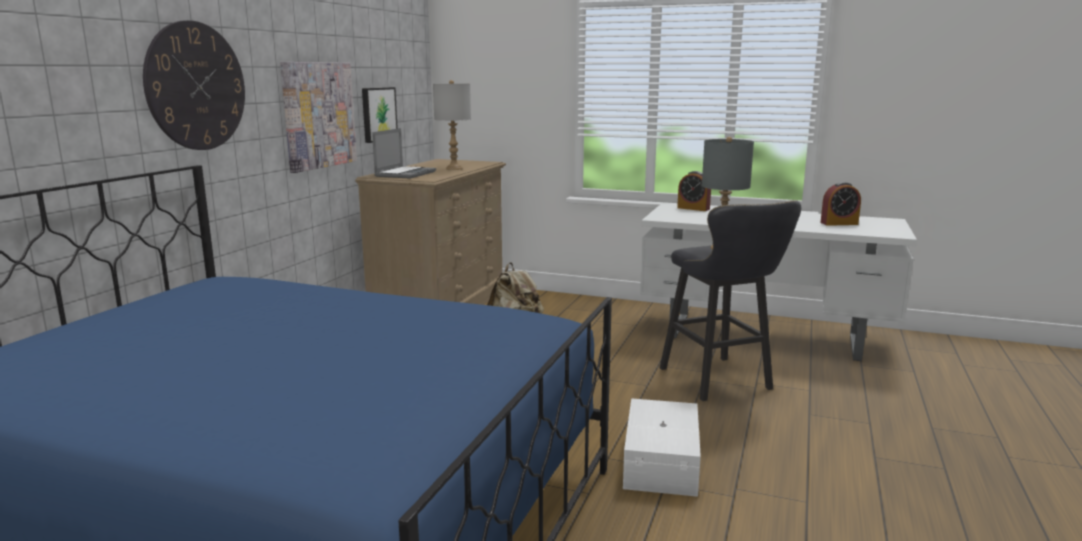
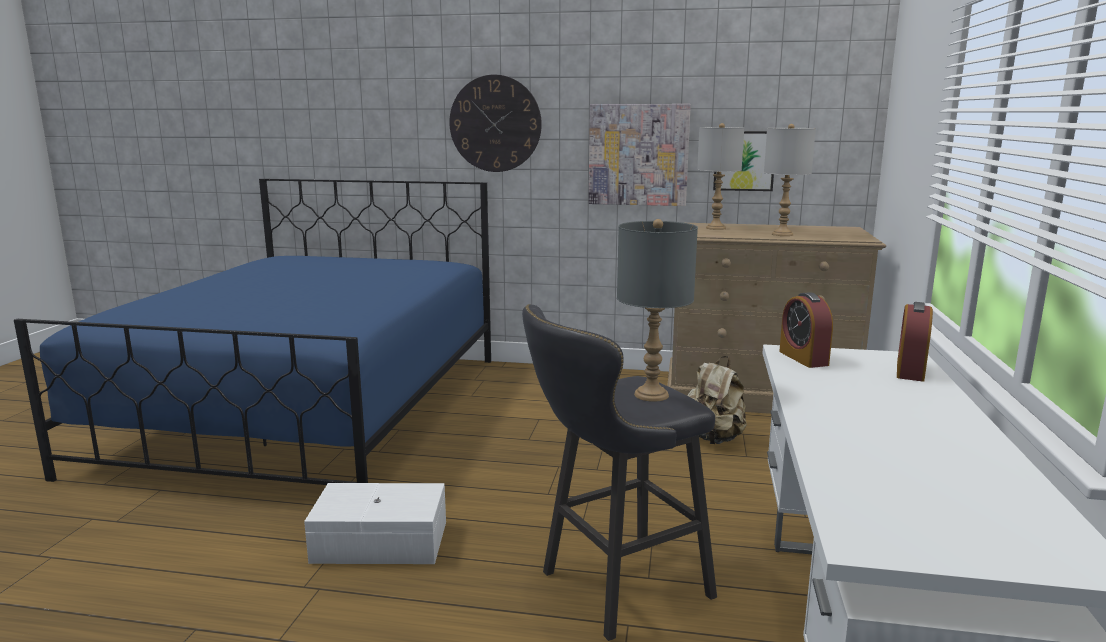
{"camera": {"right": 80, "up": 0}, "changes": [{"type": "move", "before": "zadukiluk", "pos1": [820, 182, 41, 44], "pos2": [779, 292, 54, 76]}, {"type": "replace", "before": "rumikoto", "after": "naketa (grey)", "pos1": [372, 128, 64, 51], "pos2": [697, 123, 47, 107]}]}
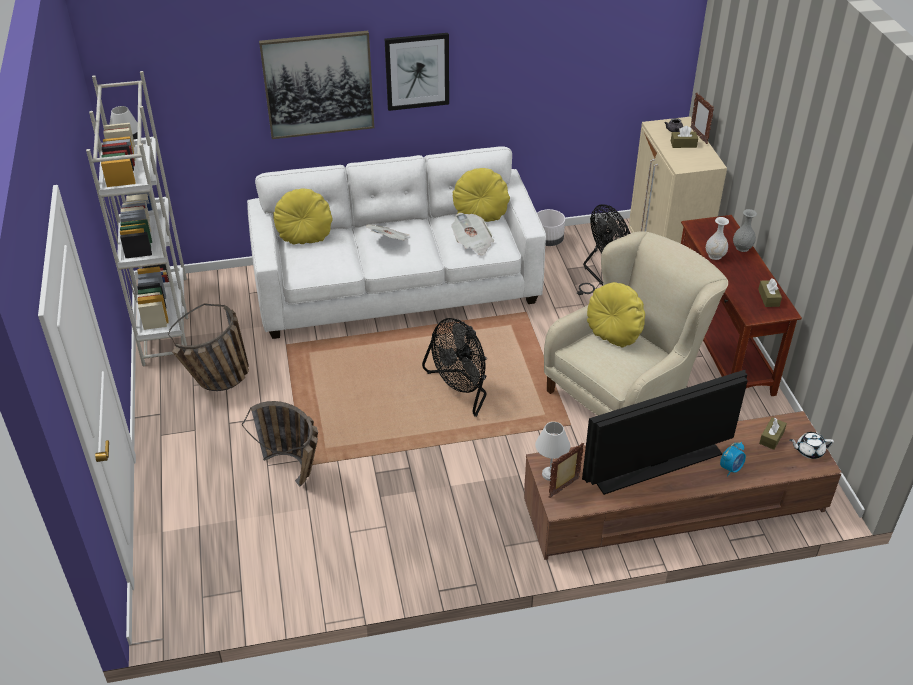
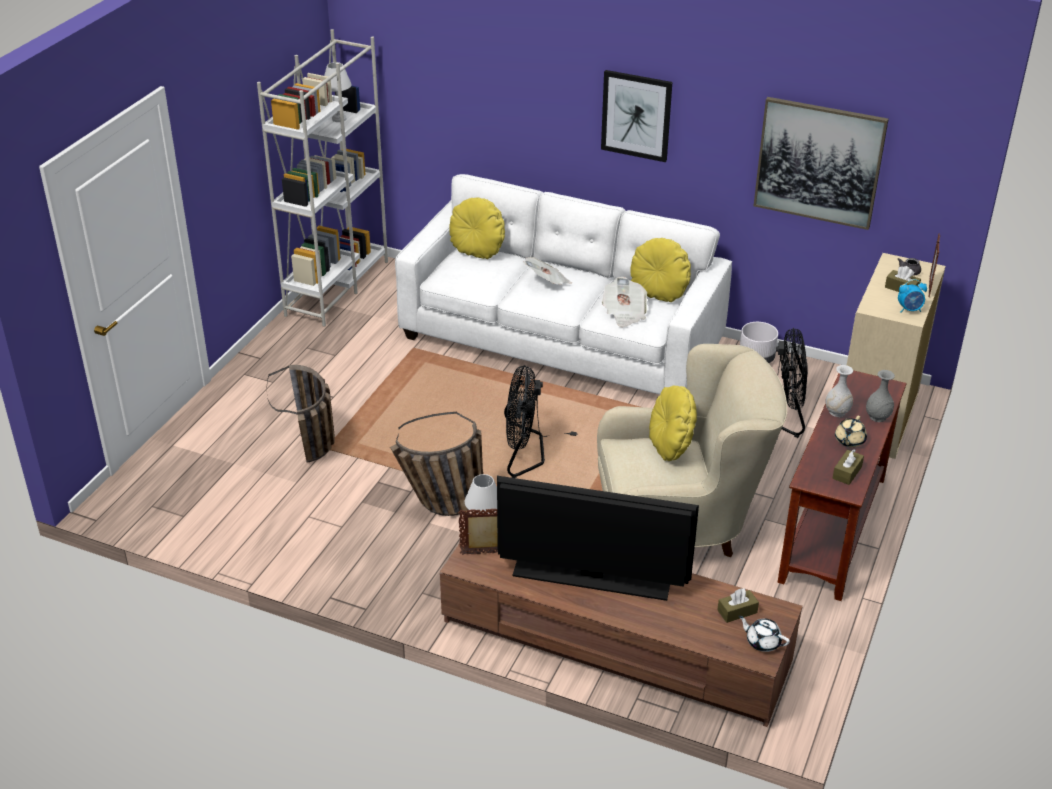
{"camera": {"right": 35, "up": -5}, "changes": [{"type": "insert", "after": "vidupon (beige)", "pos2": [835, 416, 32, 31]}, {"type": "move", "before": "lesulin", "pos1": [168, 303, 81, 88], "pos2": [390, 412, 93, 104]}, {"type": "move", "before": "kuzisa", "pos1": [259, 31, 115, 108], "pos2": [754, 97, 135, 133]}, {"type": "move", "before": "zadukiluk", "pos1": [720, 442, 26, 34], "pos2": [898, 279, 29, 34]}]}
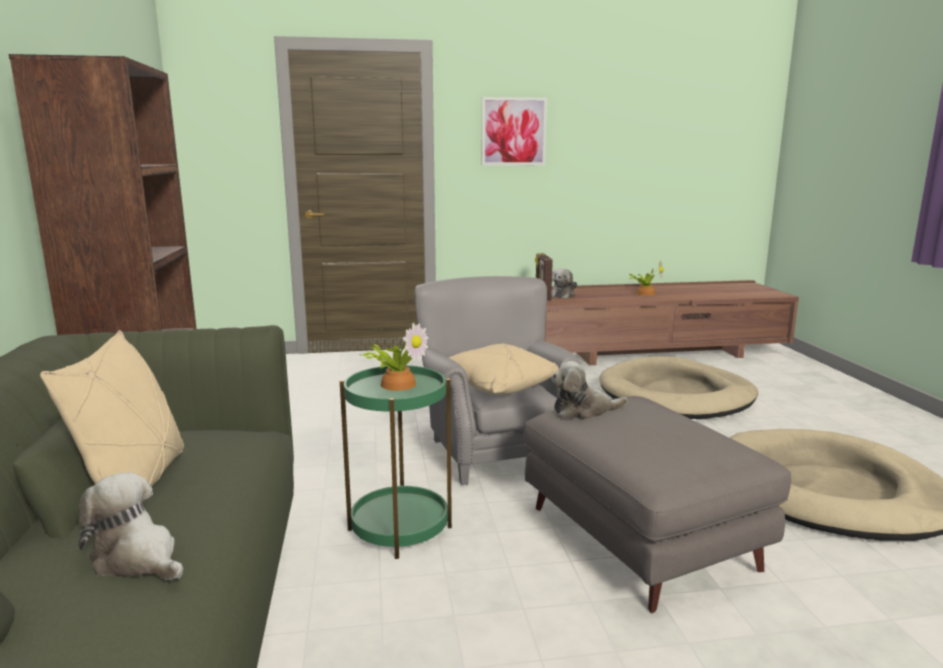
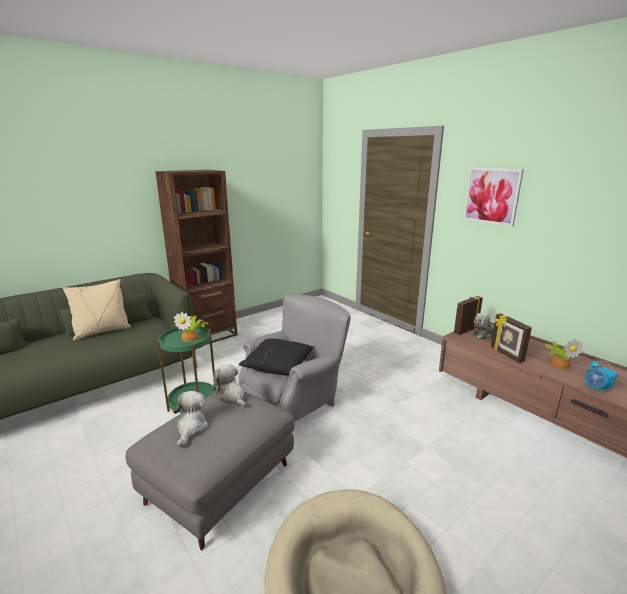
{"camera": {"right": 60, "up": 5}, "changes": [{"type": "delete", "before": "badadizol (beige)", "pos1": [599, 356, 159, 63]}, {"type": "insert", "after": "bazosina", "pos2": [491, 313, 41, 50]}, {"type": "insert", "after": "zadukiluk", "pos2": [584, 361, 33, 33]}, {"type": "move", "before": "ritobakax", "pos1": [79, 472, 104, 108], "pos2": [173, 391, 36, 56]}, {"type": "recolor", "before": "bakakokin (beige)", "after": "bakakokin (black)", "pos1": [449, 343, 110, 52], "pos2": [239, 338, 76, 37]}]}
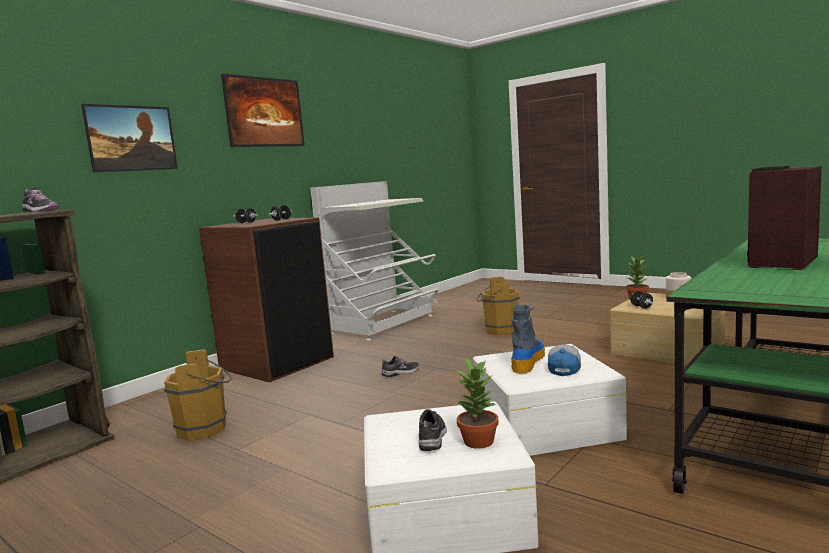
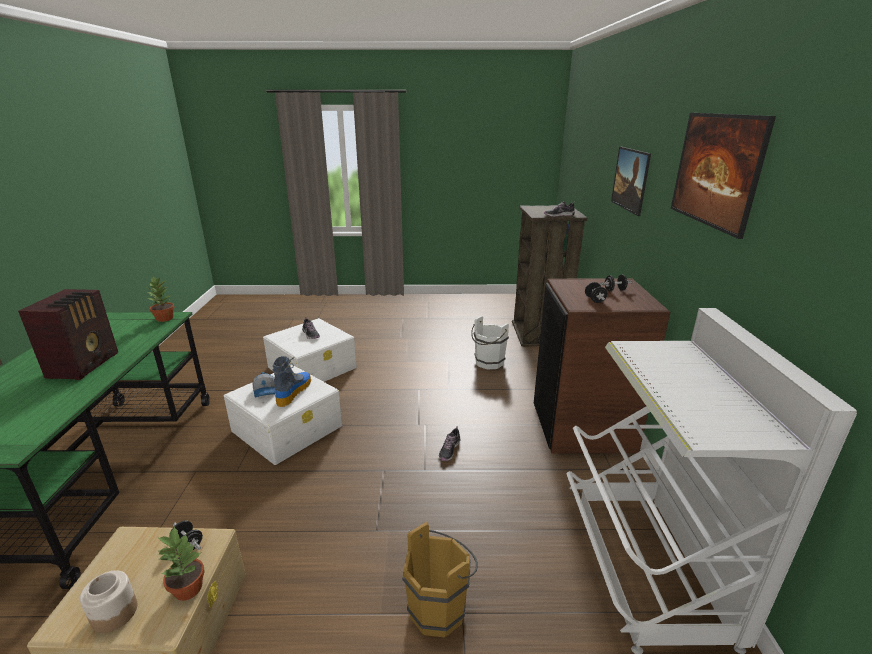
{"camera": {"right": 140, "up": 15}, "changes": [{"type": "move", "before": "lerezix", "pos1": [455, 358, 44, 91], "pos2": [148, 277, 27, 45]}, {"type": "recolor", "before": "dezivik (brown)", "after": "dezivik (white)", "pos1": [164, 349, 68, 92], "pos2": [471, 316, 38, 54]}, {"type": "rotate", "before": "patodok", "pos1": [511, 305, 34, 68], "pos2": [272, 356, 39, 51], "turn": -150}]}
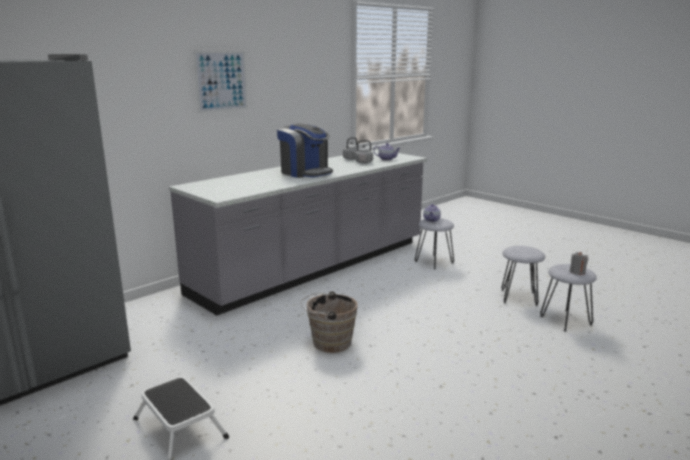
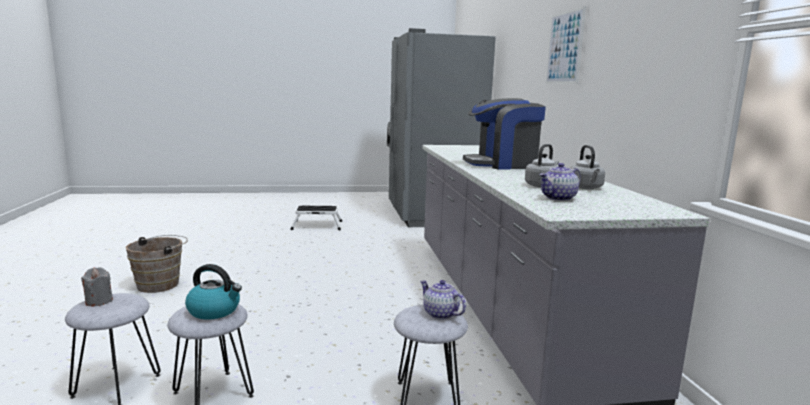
{"camera": {"right": 125, "up": -5}, "changes": [{"type": "insert", "after": "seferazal", "pos2": [185, 264, 57, 56]}, {"type": "move", "before": "dezivik (brown)", "pos1": [300, 291, 58, 62], "pos2": [126, 235, 62, 58]}]}
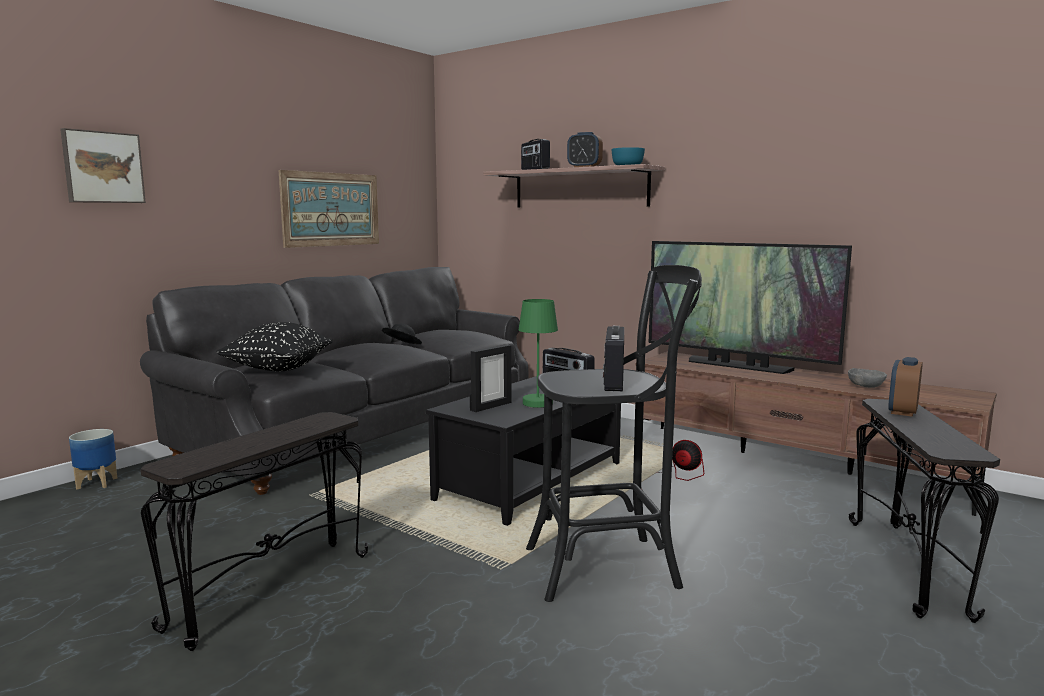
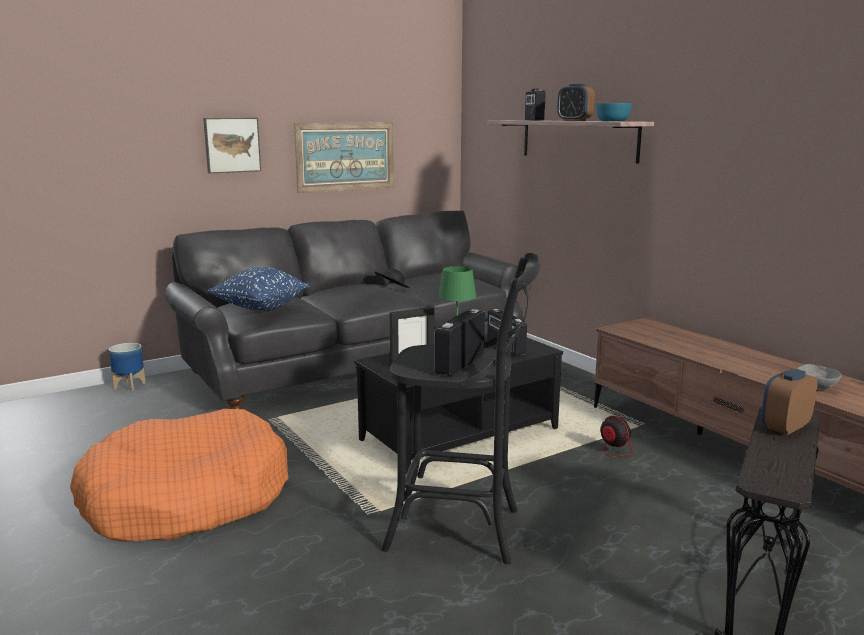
{"camera": {"right": 20, "up": 5}, "changes": [{"type": "delete", "before": "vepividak", "pos1": [649, 241, 203, 133]}, {"type": "move", "before": "kuzisa", "pos1": [60, 128, 86, 75], "pos2": [203, 118, 58, 55]}, {"type": "replace", "before": "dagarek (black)", "after": "badadizol (orange)", "pos1": [140, 412, 228, 239], "pos2": [70, 409, 218, 132]}, {"type": "recolor", "before": "bakakokin (black)", "after": "bakakokin (blue)", "pos1": [216, 322, 117, 49], "pos2": [208, 267, 101, 44]}]}
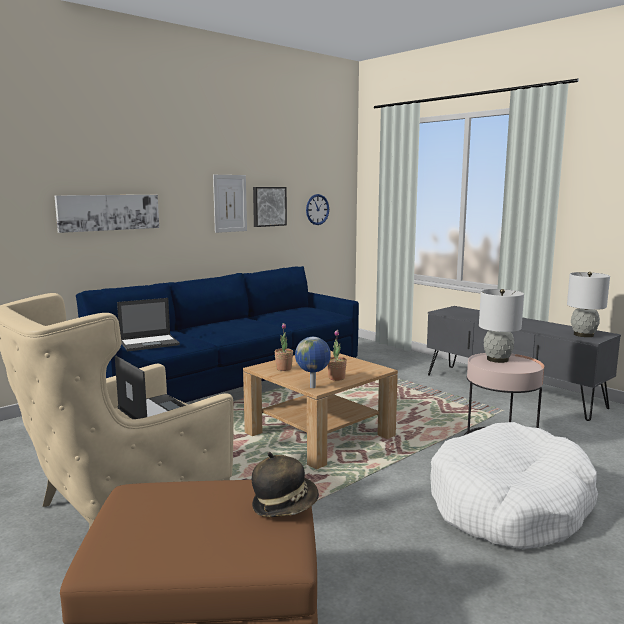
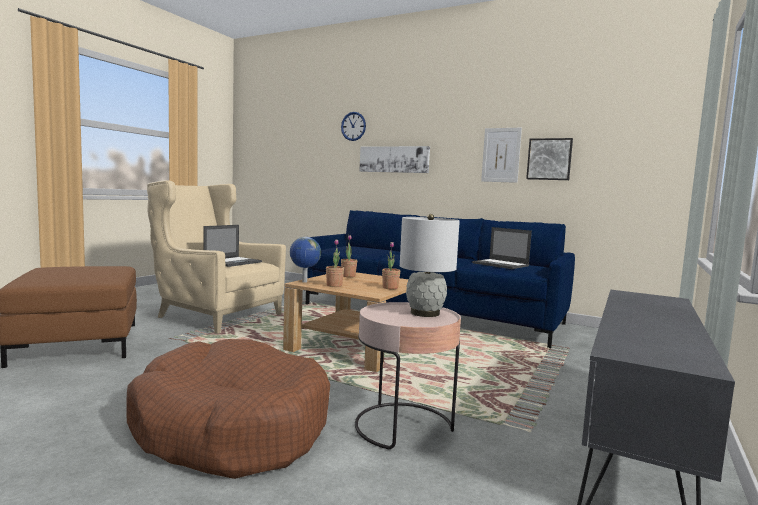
{"camera": {"right": 70, "up": -5}, "changes": [{"type": "delete", "before": "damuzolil", "pos1": [252, 452, 67, 65]}, {"type": "delete", "before": "naketa (white)", "pos1": [567, 272, 43, 65]}, {"type": "insert", "after": "lerezix", "pos2": [382, 242, 19, 47]}, {"type": "move", "before": "rumikoto", "pos1": [117, 298, 63, 54], "pos2": [472, 227, 60, 42]}, {"type": "move", "before": "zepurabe", "pos1": [306, 194, 23, 31], "pos2": [341, 112, 25, 29]}, {"type": "recolor", "before": "badadizol (white)", "after": "badadizol (brown)", "pos1": [430, 422, 168, 127], "pos2": [126, 339, 204, 140]}]}
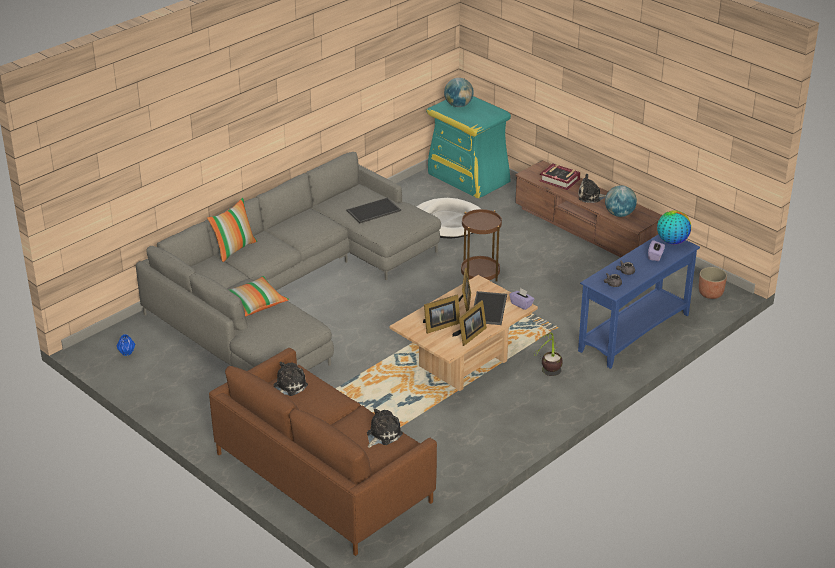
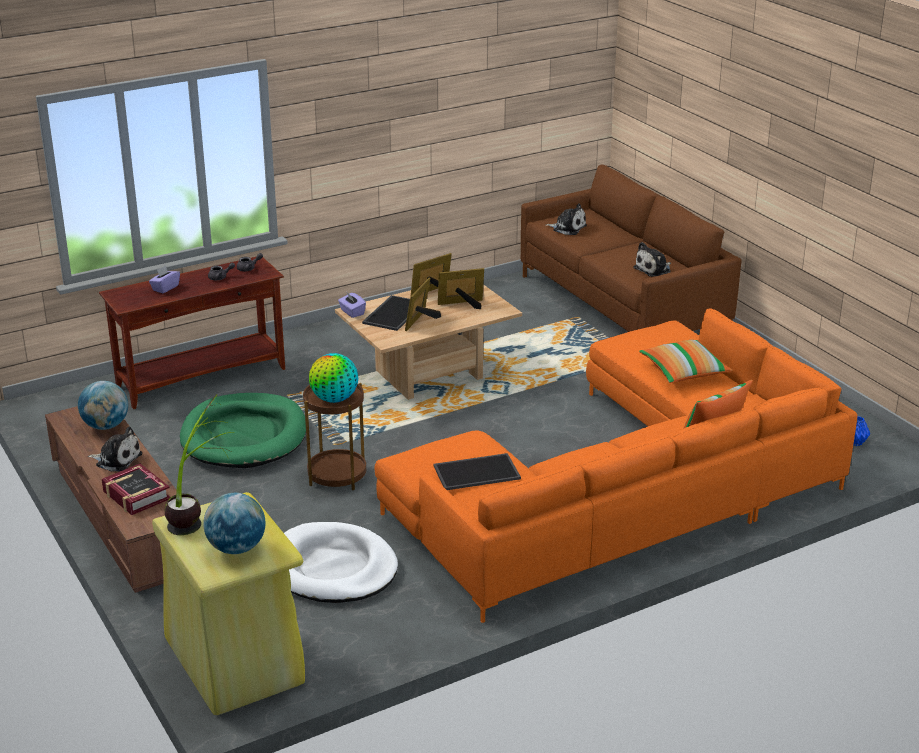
{"camera": {"right": -165, "up": -5}, "changes": [{"type": "delete", "before": "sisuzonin", "pos1": [699, 267, 28, 32]}, {"type": "insert", "after": "badadizol (green)", "pos2": [180, 393, 126, 75]}, {"type": "move", "before": "lerezix", "pos1": [535, 332, 28, 44], "pos2": [164, 394, 70, 141]}, {"type": "move", "before": "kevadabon", "pos1": [657, 210, 34, 34], "pos2": [309, 353, 49, 50]}, {"type": "recolor", "before": "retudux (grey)", "after": "retudux (orange)", "pos1": [136, 152, 305, 219], "pos2": [374, 309, 484, 314]}, {"type": "recolor", "before": "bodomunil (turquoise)", "after": "bodomunil (yellow)", "pos1": [426, 96, 85, 102], "pos2": [152, 492, 153, 223]}, {"type": "recolor", "before": "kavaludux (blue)", "after": "kavaludux (brown)", "pos1": [578, 234, 122, 135], "pos2": [99, 257, 186, 152]}, {"type": "rotate", "before": "ritobakax", "pos1": [367, 409, 36, 39], "pos2": [546, 203, 41, 32], "turn": -120}]}
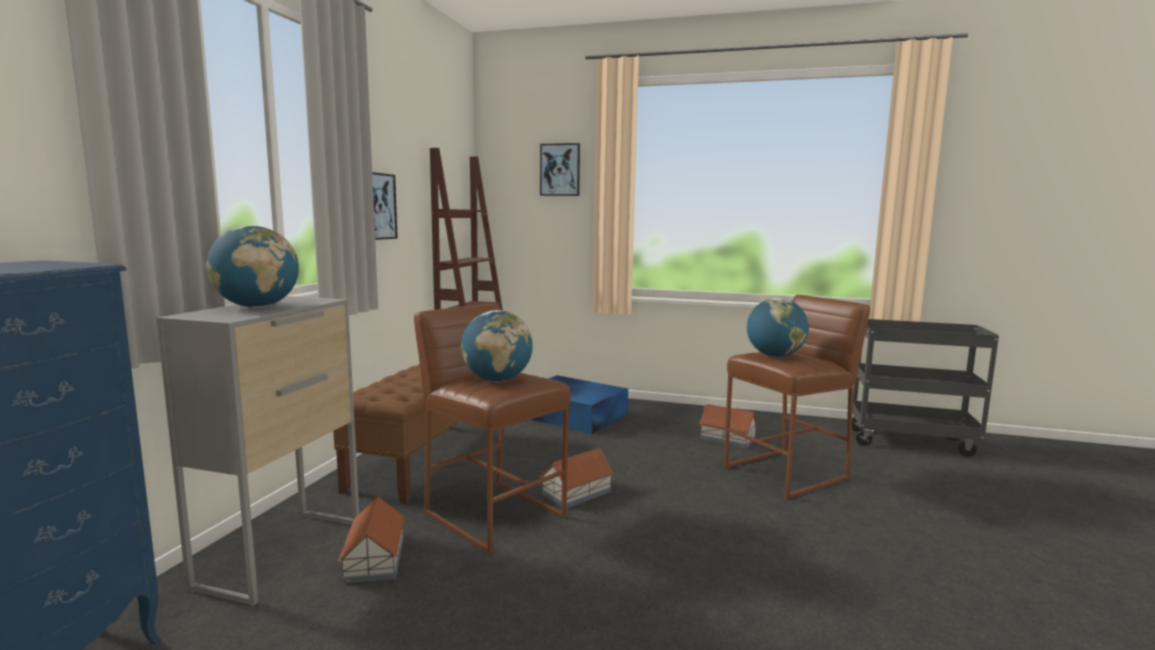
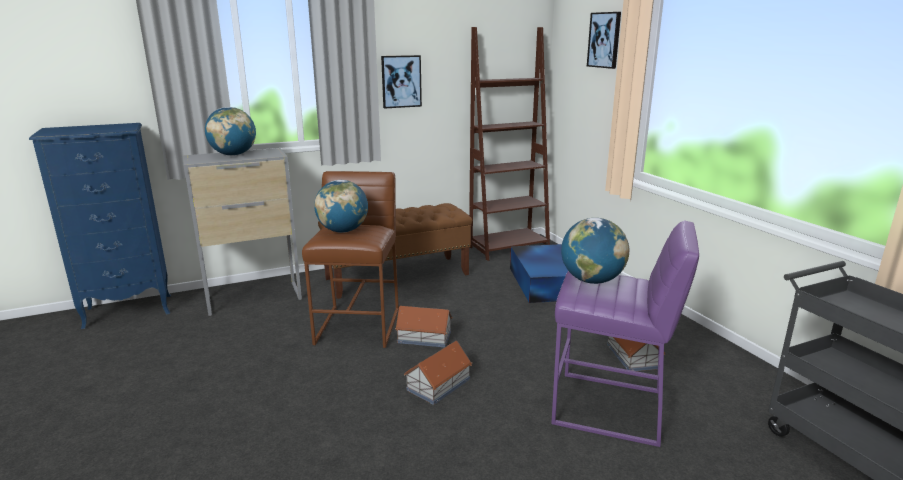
{"camera": {"right": 50, "up": 10}, "changes": [{"type": "move", "before": "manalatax", "pos1": [338, 497, 67, 86], "pos2": [404, 341, 68, 64]}, {"type": "recolor", "before": "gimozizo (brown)", "after": "gimozizo (purple)", "pos1": [724, 295, 146, 204], "pos2": [551, 220, 148, 227]}]}
